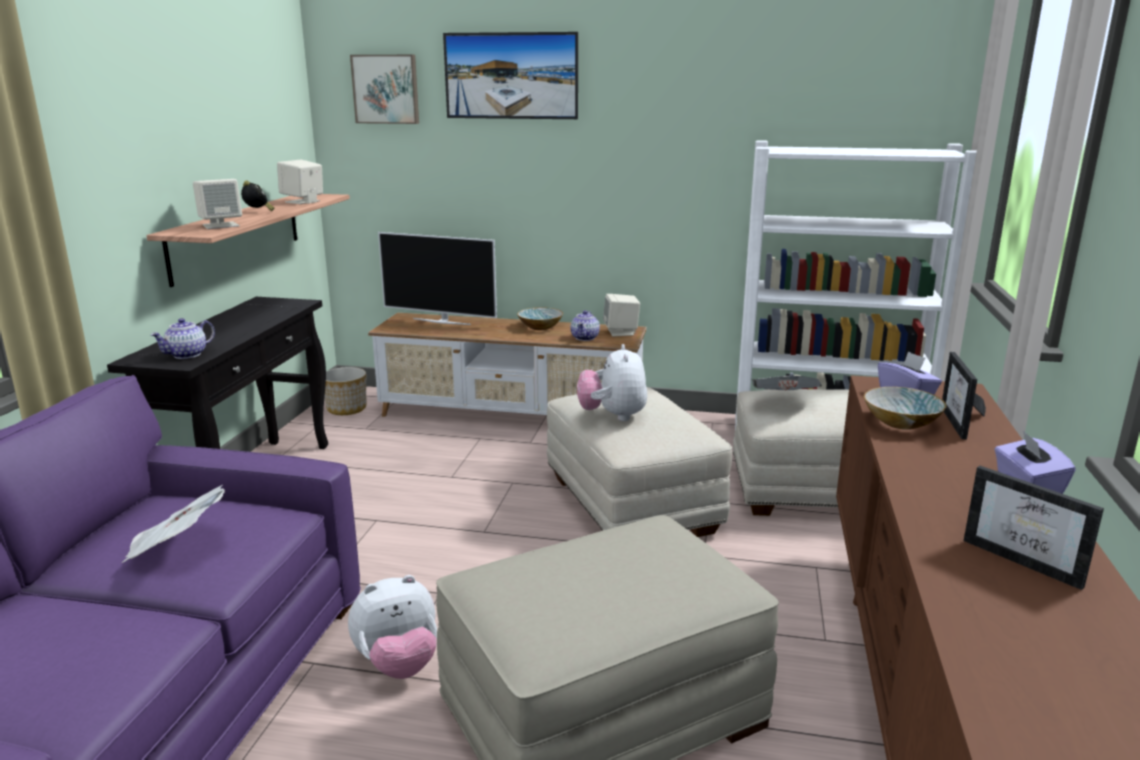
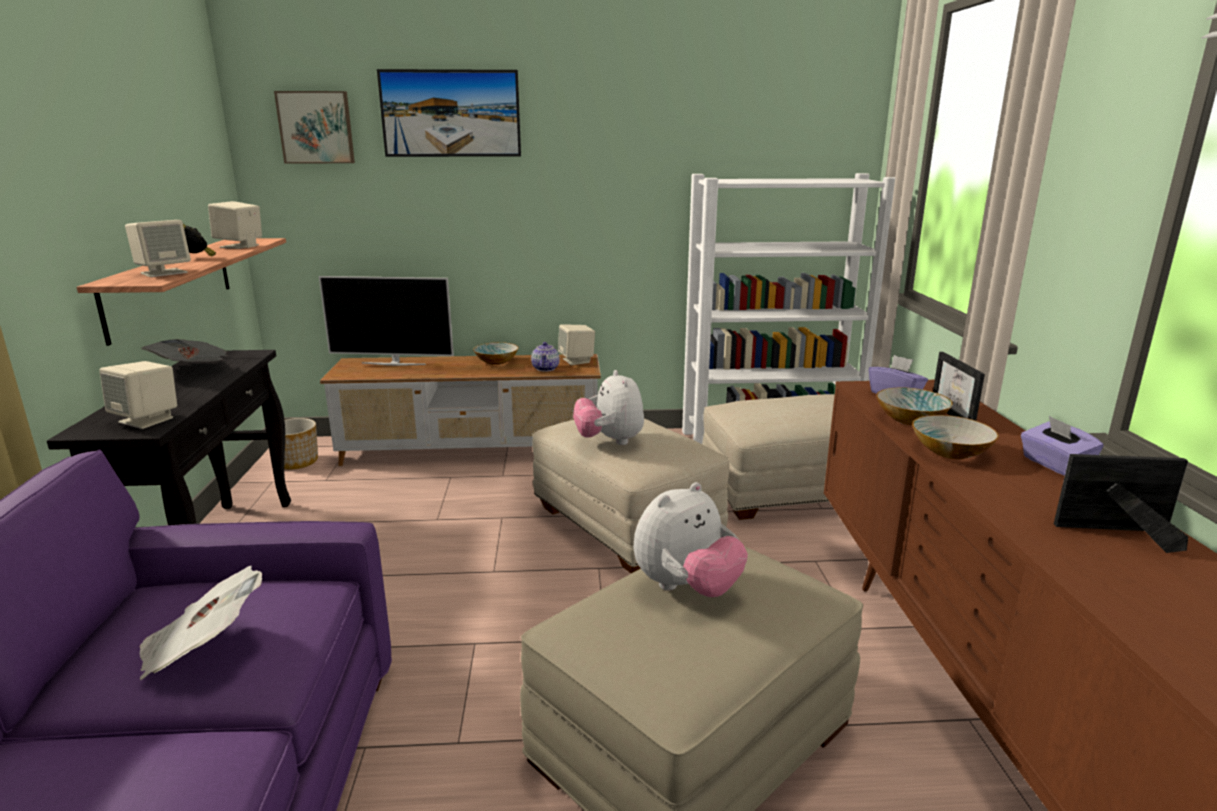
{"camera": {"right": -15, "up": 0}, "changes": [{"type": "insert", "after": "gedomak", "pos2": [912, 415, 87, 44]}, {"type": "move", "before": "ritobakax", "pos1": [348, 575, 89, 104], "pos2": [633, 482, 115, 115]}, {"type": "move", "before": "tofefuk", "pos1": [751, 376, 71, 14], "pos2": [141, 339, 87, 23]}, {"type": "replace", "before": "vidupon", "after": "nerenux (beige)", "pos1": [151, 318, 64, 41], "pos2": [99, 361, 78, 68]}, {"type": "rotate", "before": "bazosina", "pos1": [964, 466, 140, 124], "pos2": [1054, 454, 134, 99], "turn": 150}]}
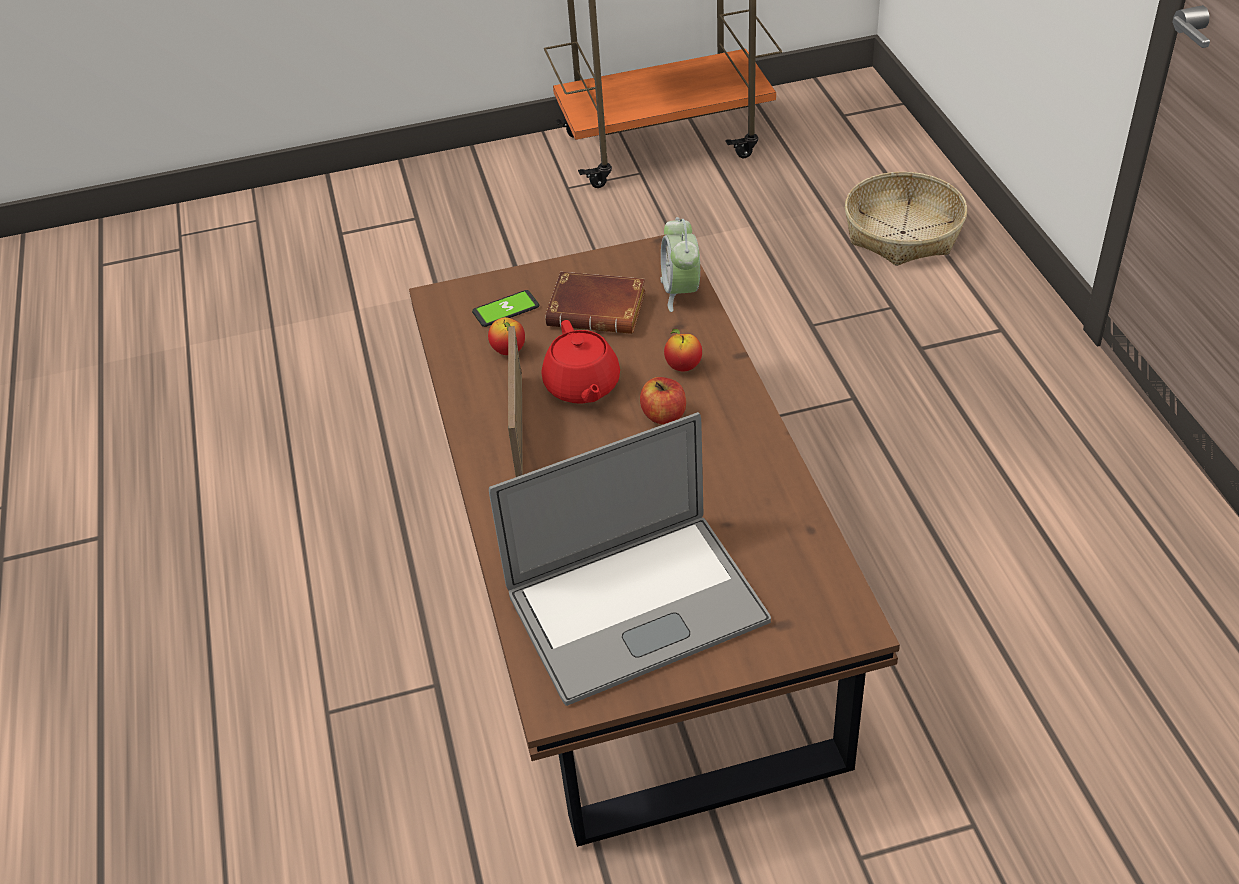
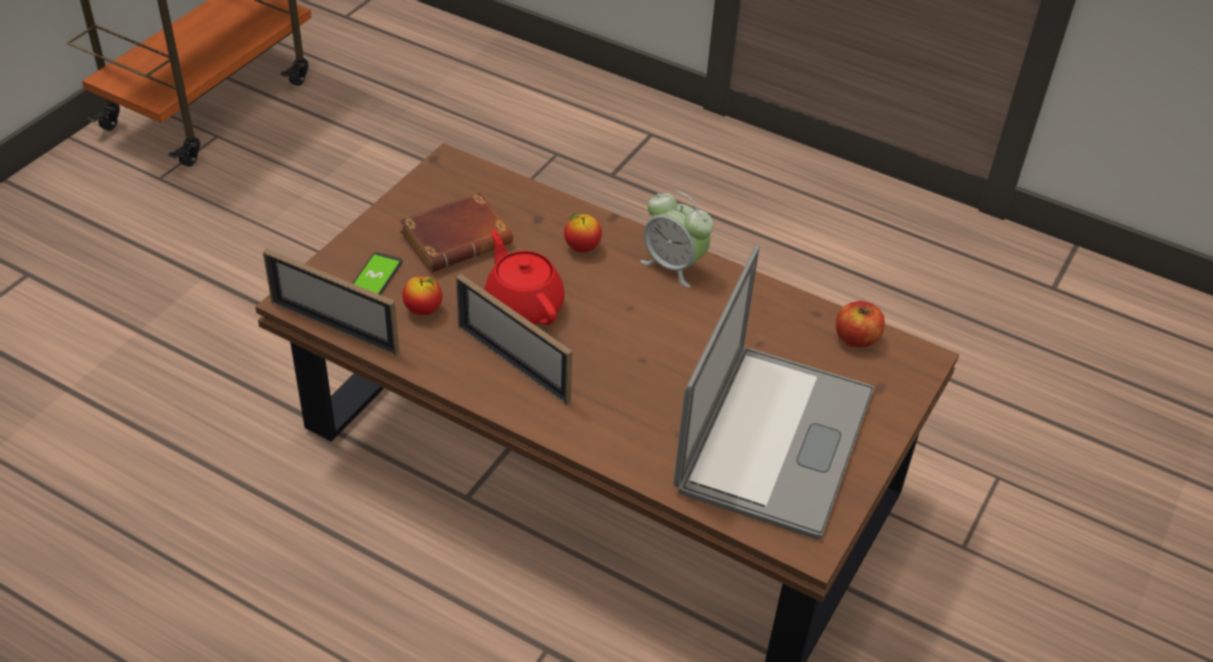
{"camera": {"right": -50, "up": 0}, "changes": [{"type": "delete", "before": "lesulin", "pos1": [845, 172, 122, 94]}, {"type": "insert", "after": "bazosina", "pos2": [263, 248, 136, 108]}, {"type": "move", "before": "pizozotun", "pos1": [640, 377, 46, 47], "pos2": [836, 301, 49, 47]}, {"type": "move", "before": "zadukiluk", "pos1": [660, 217, 40, 95], "pos2": [640, 191, 73, 96]}, {"type": "rotate", "before": "vidupon (red)", "pos1": [542, 320, 78, 84], "pos2": [484, 230, 81, 95], "turn": -150}]}
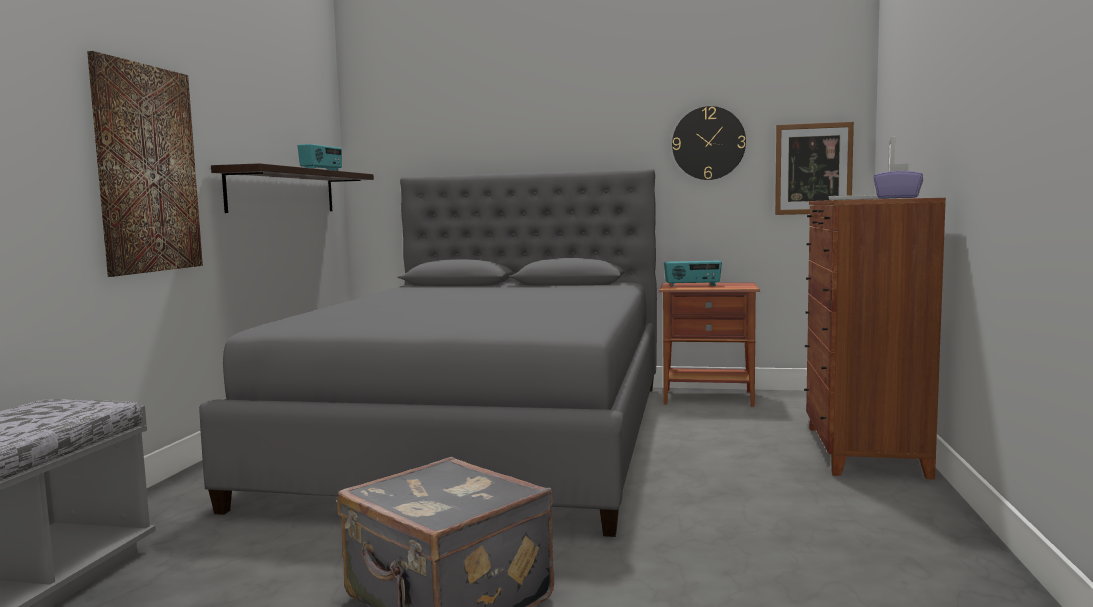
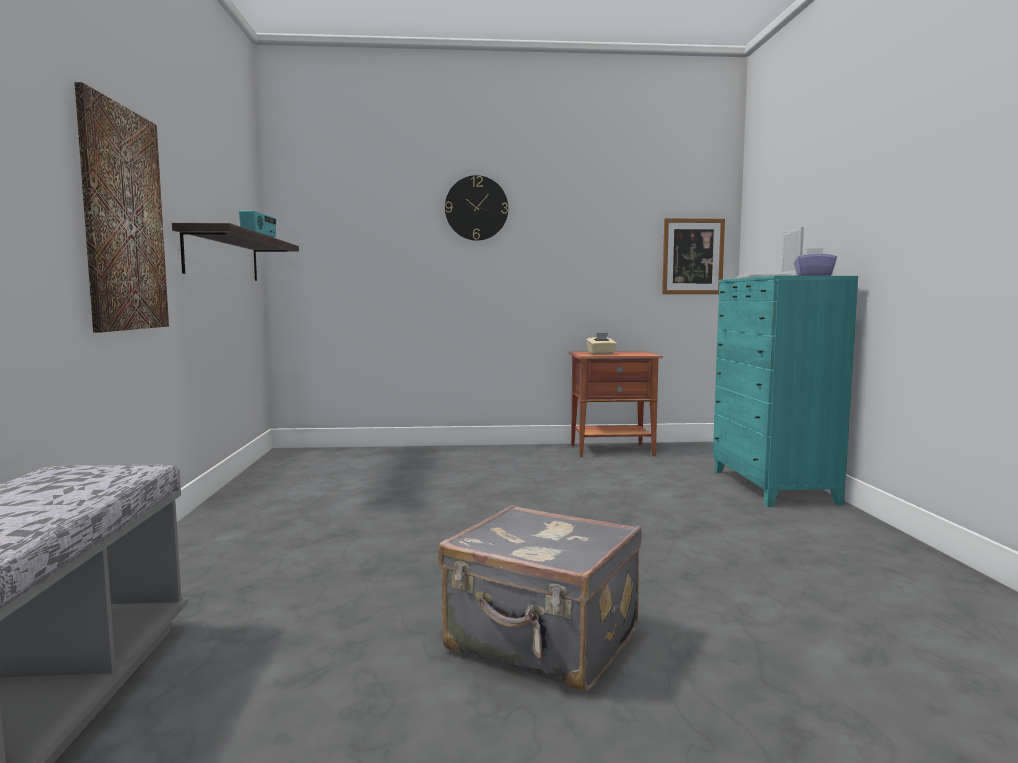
{"camera": {"right": -15, "up": 0}, "changes": [{"type": "delete", "before": "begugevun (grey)", "pos1": [199, 169, 458, 368]}, {"type": "move", "before": "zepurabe", "pos1": [672, 106, 74, 74], "pos2": [445, 175, 63, 66]}, {"type": "replace", "before": "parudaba", "after": "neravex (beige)", "pos1": [664, 261, 58, 26], "pos2": [586, 333, 31, 21]}, {"type": "recolor", "before": "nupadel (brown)", "after": "nupadel (turquoise)", "pos1": [804, 198, 142, 282], "pos2": [713, 276, 145, 231]}]}
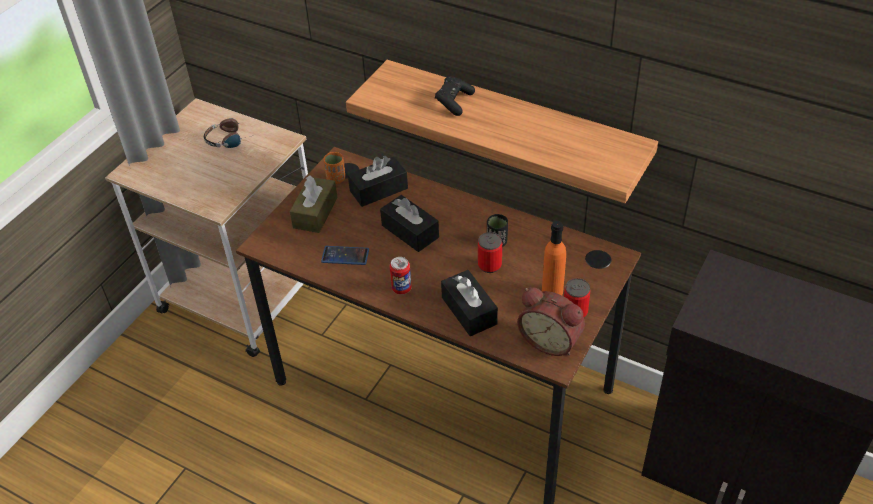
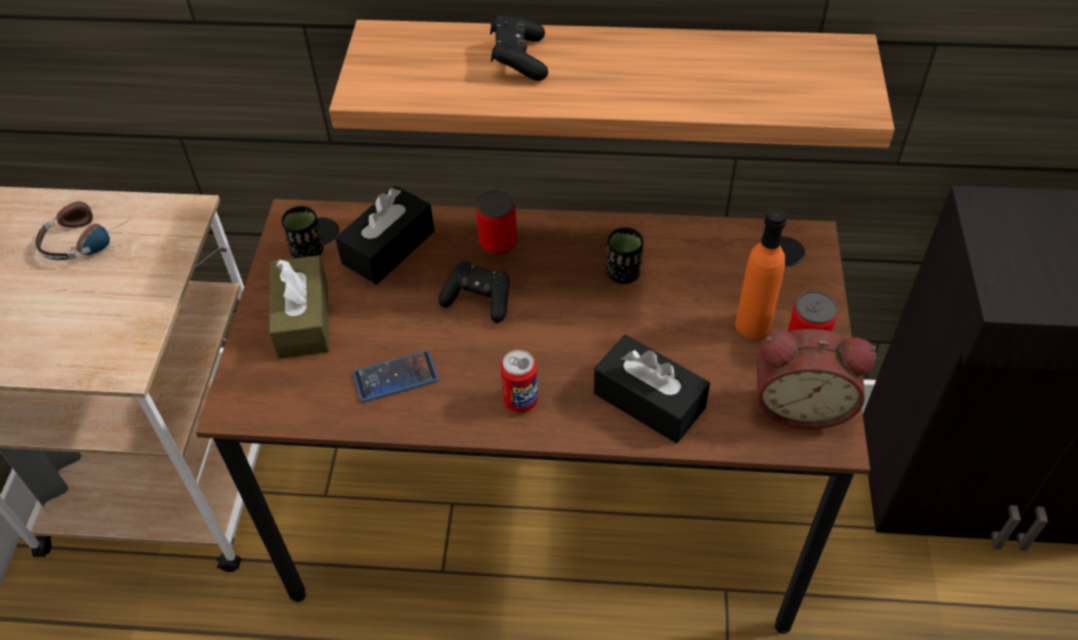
{"camera": {"right": -25, "up": 5}, "changes": [{"type": "move", "before": "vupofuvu", "pos1": [478, 232, 24, 41], "pos2": [476, 190, 41, 65]}, {"type": "replace", "before": "neravex (black)", "after": "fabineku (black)", "pos1": [380, 195, 59, 57], "pos2": [438, 261, 72, 62]}, {"type": "recolor", "before": "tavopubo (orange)", "after": "tavopubo (black)", "pos1": [323, 152, 22, 32], "pos2": [282, 206, 41, 52]}]}
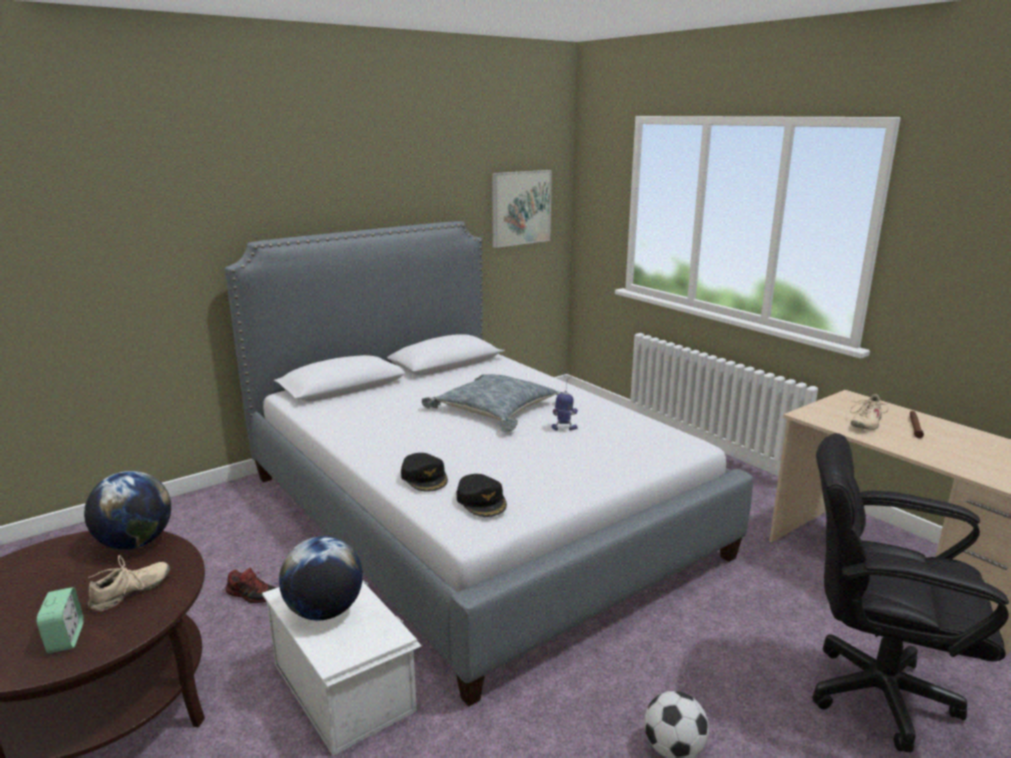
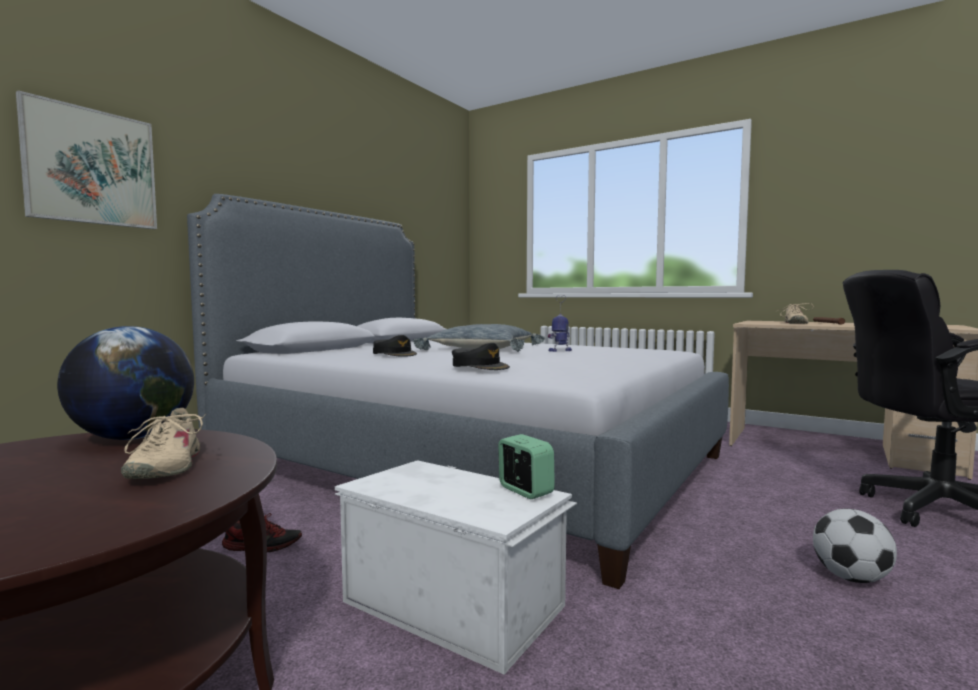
{"camera": {"right": -20, "up": -15}, "changes": [{"type": "delete", "before": "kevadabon", "pos1": [279, 536, 84, 84]}, {"type": "move", "before": "zadukiluk", "pos1": [37, 587, 47, 66], "pos2": [498, 434, 57, 65]}, {"type": "move", "before": "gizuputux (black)", "pos1": [457, 474, 50, 43], "pos2": [373, 335, 44, 22]}, {"type": "move", "before": "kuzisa", "pos1": [492, 170, 60, 78], "pos2": [16, 90, 141, 139]}, {"type": "rotate", "before": "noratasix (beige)", "pos1": [88, 555, 82, 57], "pos2": [121, 408, 85, 71], "turn": 150}]}
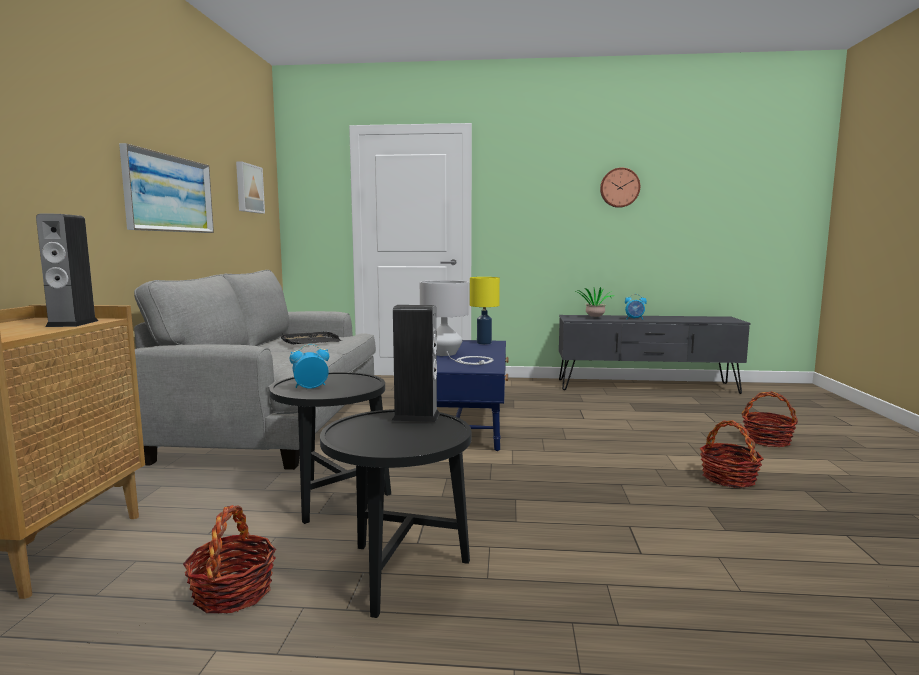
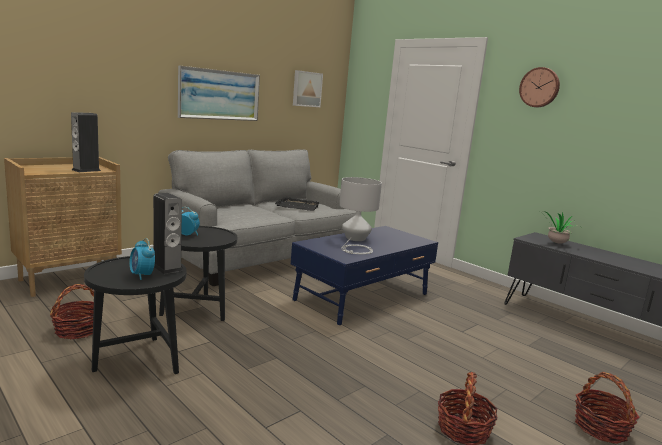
{"camera": {"right": 40, "up": 5}, "changes": [{"type": "delete", "before": "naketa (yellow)", "pos1": [470, 277, 30, 67]}, {"type": "move", "before": "zepurabe", "pos1": [600, 167, 40, 41], "pos2": [519, 67, 41, 40]}, {"type": "move", "before": "zadukiluk", "pos1": [625, 294, 22, 26], "pos2": [129, 238, 26, 42]}]}
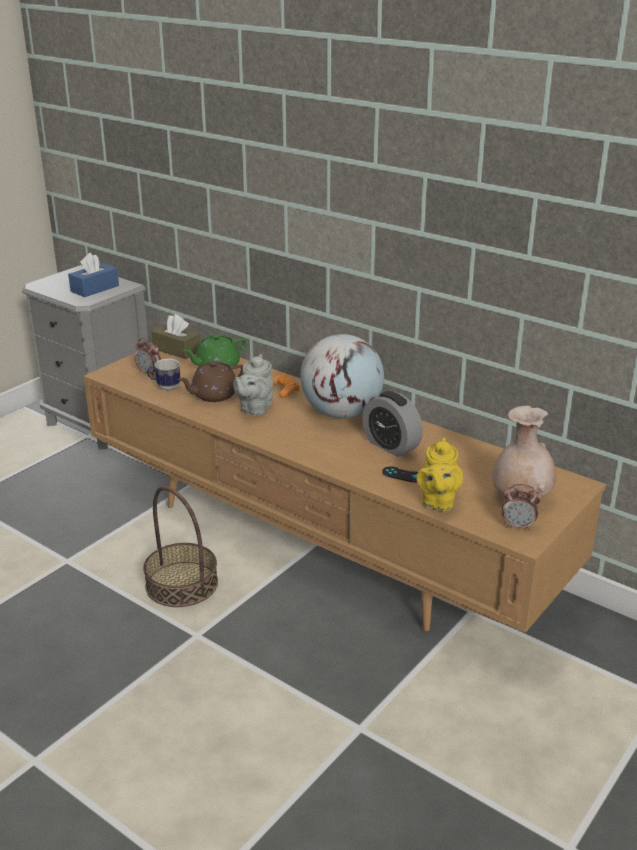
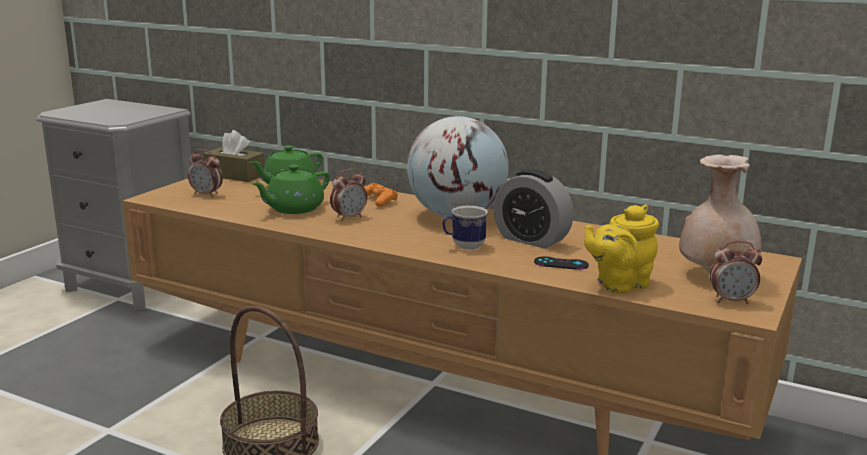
{"camera": {"right": -10, "up": -10}, "changes": [{"type": "delete", "before": "neravex (blue)", "pos1": [68, 253, 51, 44]}, {"type": "move", "before": "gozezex", "pos1": [147, 358, 34, 33], "pos2": [443, 206, 45, 44]}, {"type": "replace", "before": "vidupon (grey)", "after": "zadukiluk", "pos1": [233, 354, 41, 62], "pos2": [330, 169, 37, 52]}, {"type": "recolor", "before": "vidupon (brown)", "after": "vidupon (green)", "pos1": [178, 361, 66, 41], "pos2": [252, 165, 78, 49]}, {"type": "rotate", "before": "vidupon (yellow)", "pos1": [417, 437, 46, 74], "pos2": [584, 205, 75, 89], "turn": 60}]}
